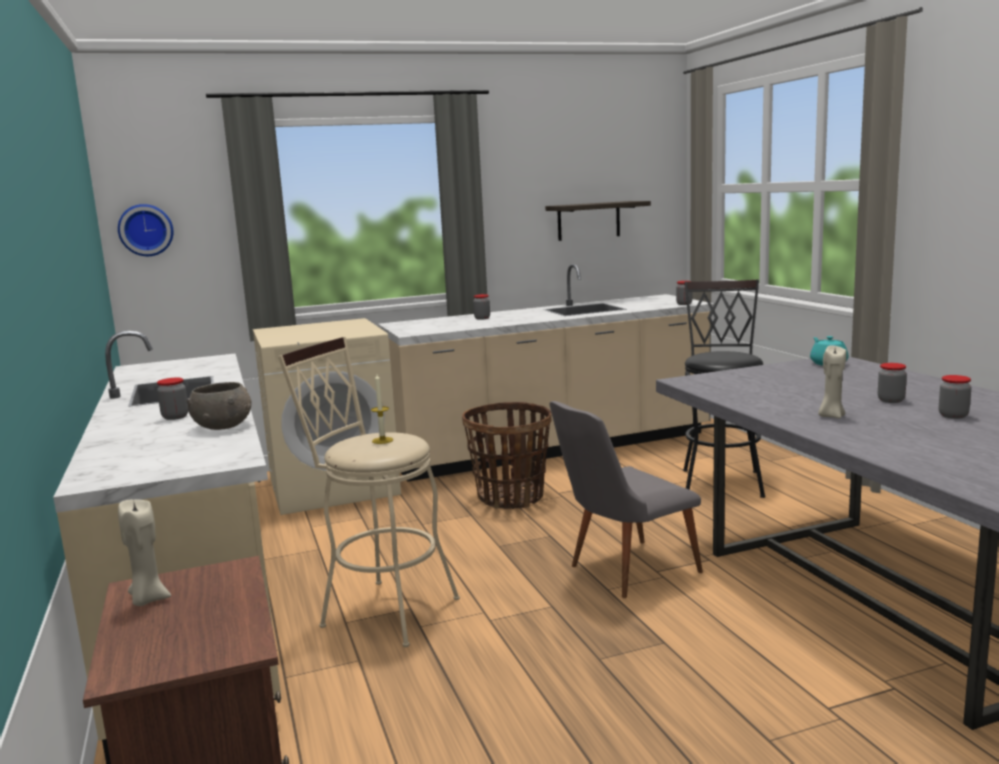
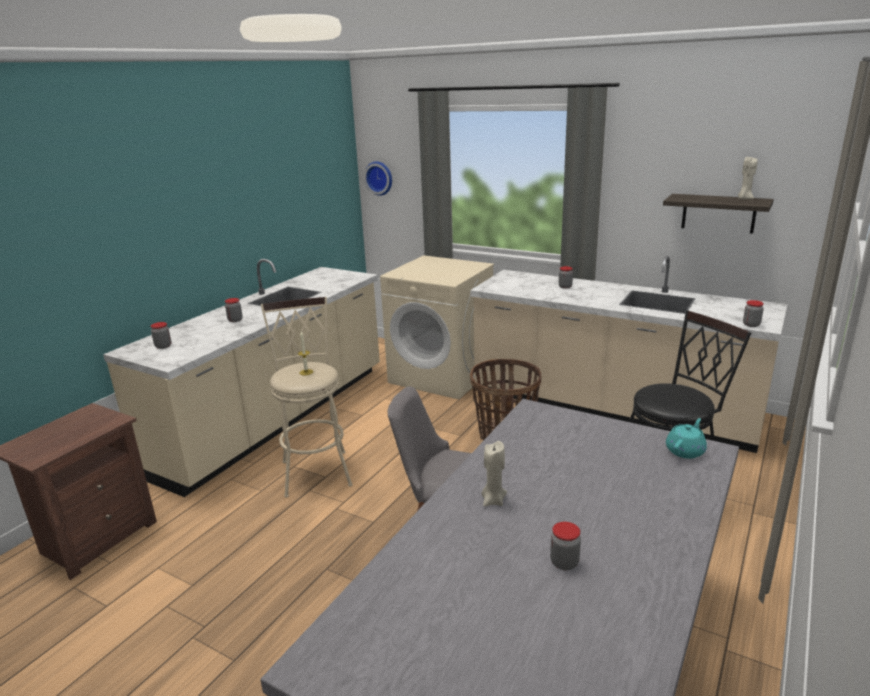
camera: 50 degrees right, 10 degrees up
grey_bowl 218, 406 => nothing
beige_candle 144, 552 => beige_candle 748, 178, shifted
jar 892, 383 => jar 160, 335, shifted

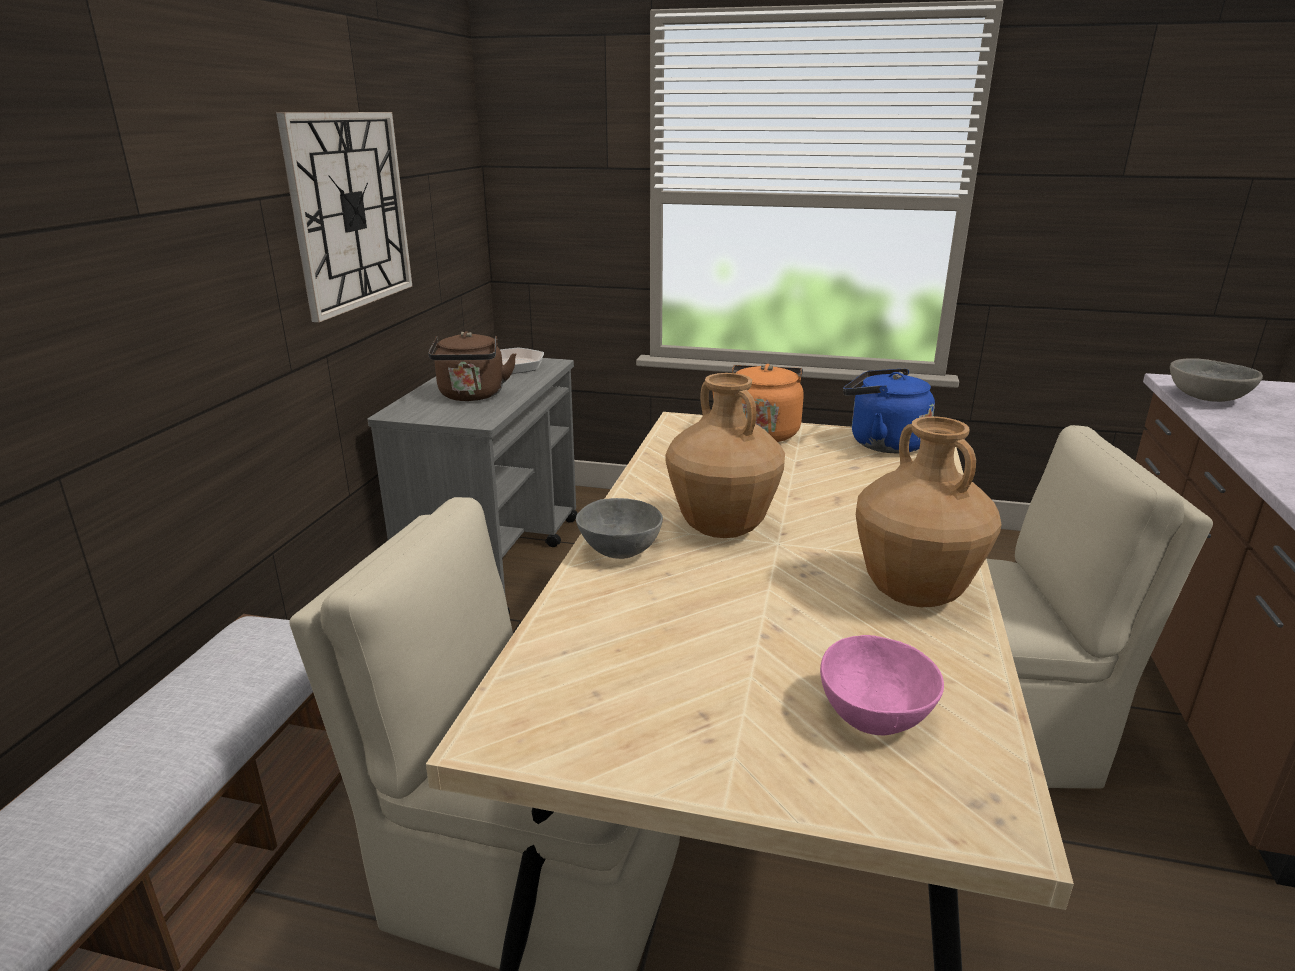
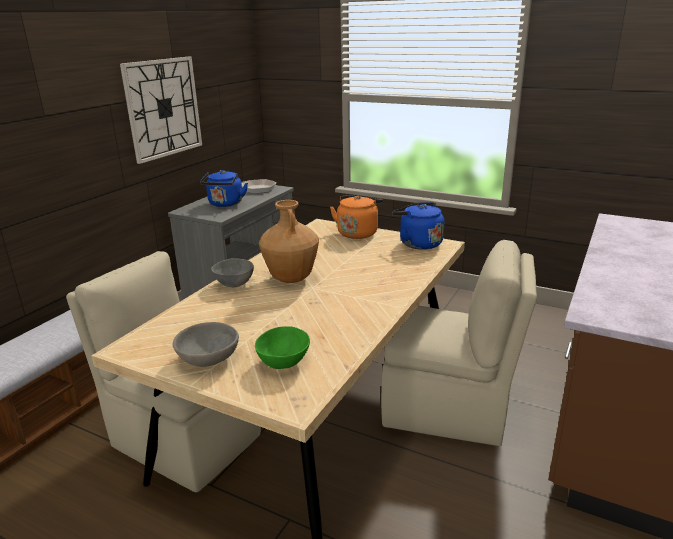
camera: 15 degrees right, 0 degrees up
brown_vase 929, 511 => nothing
grey_bowl 1216, 380 => grey_bowl 206, 344, shifted
brown_kettle 472, 366 => blue_kettle 224, 188
pink_bowl 882, 685 => green_bowl 282, 347

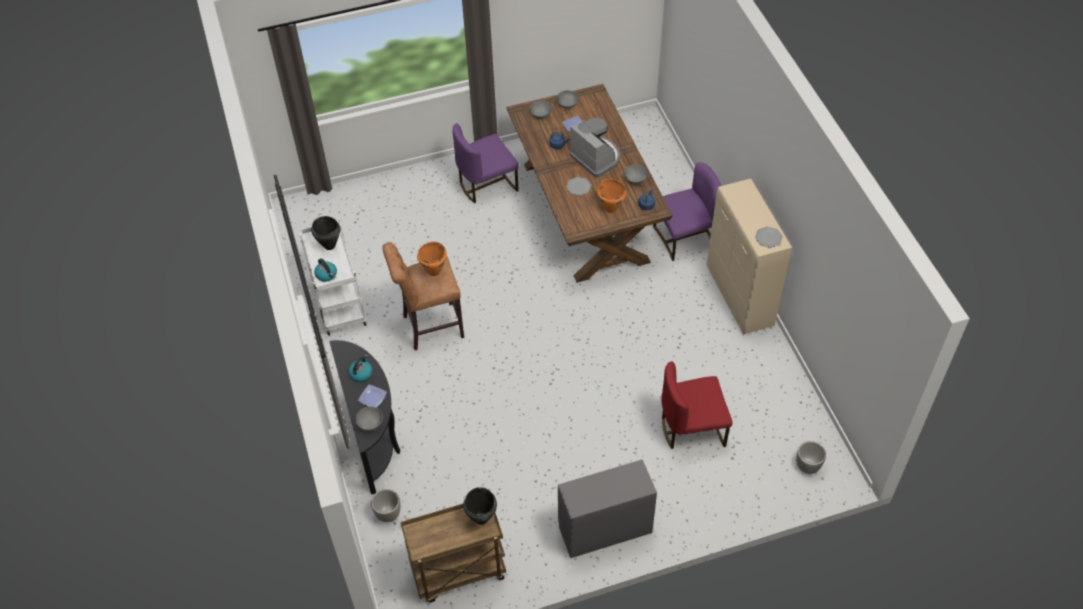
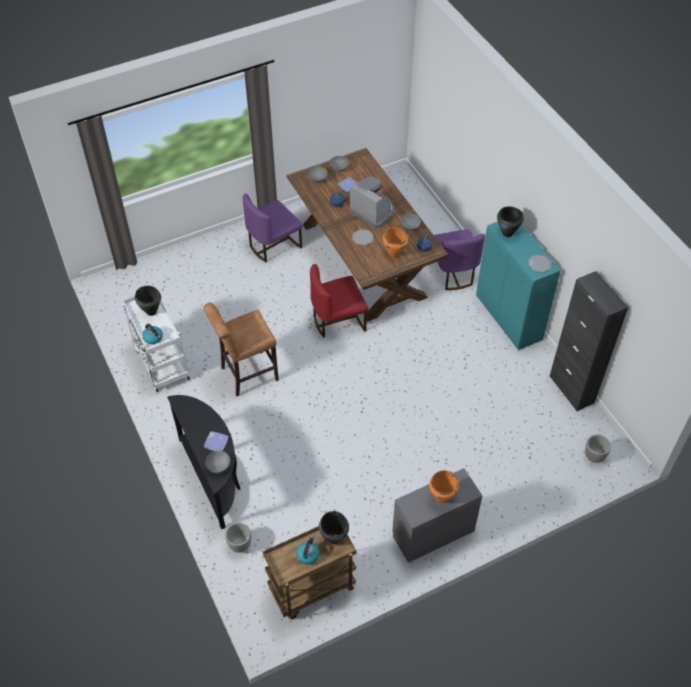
camera: 10 degrees left, 0 degrees up
nothing => black_cooking_pot 510, 221
nothing => black_cabinet 588, 341
kettle 360, 368 => kettle 308, 550, shifted
orange_cooking_pot 432, 259 => orange_cooking_pot 444, 486, shifted
red_chair 697, 405 => red_chair 339, 301, shifted
beige_cabinet 749, 256 => turquoise_cabinet 518, 285
purple_chair 687, 211 => purple_chair 459, 259, 105 degrees clockwise

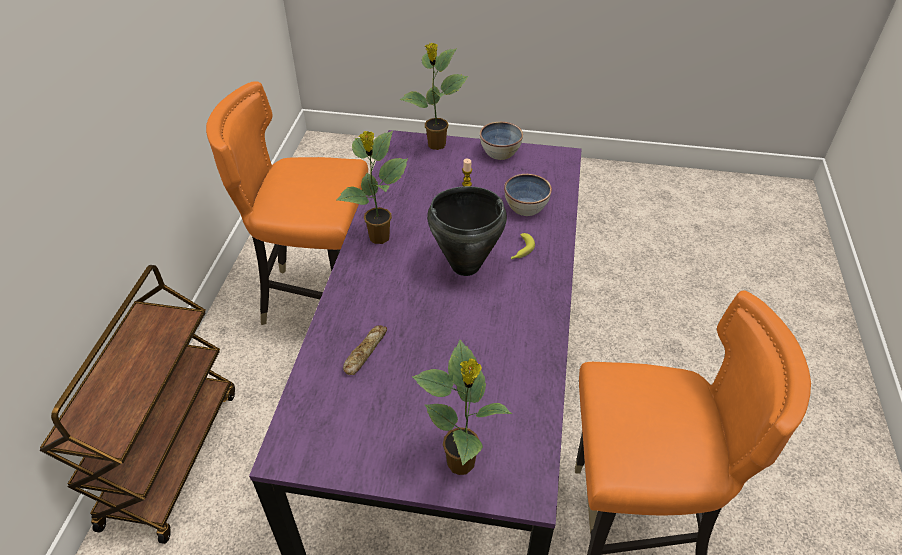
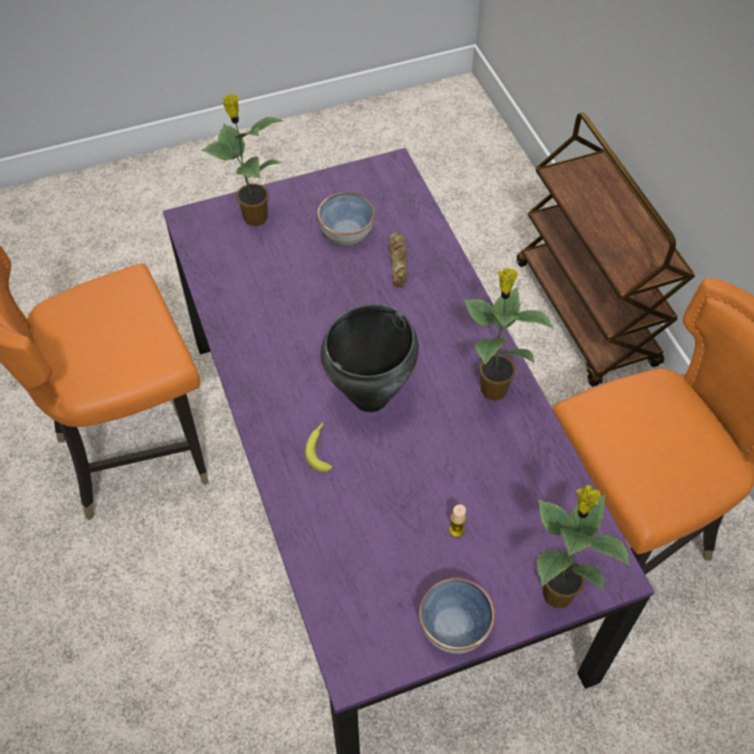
camera: 150 degrees right, 10 degrees up
bowl 528, 195 => bowl 346, 219, shifted

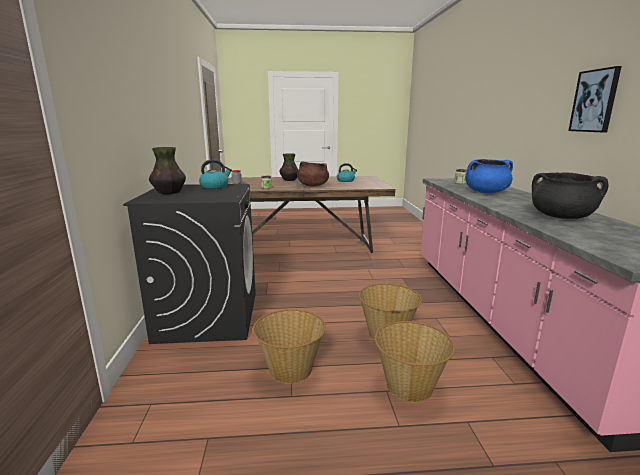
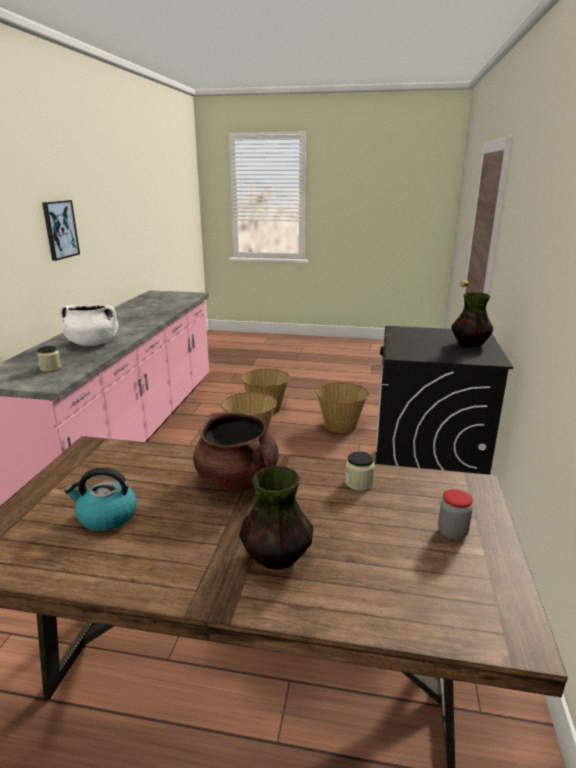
camera: 165 degrees left, 5 degrees up
kettle 215, 174 => nothing
black_cooking_pot 570, 195 => nothing
blue_cooking_pot 489, 176 => white_cooking_pot 89, 325

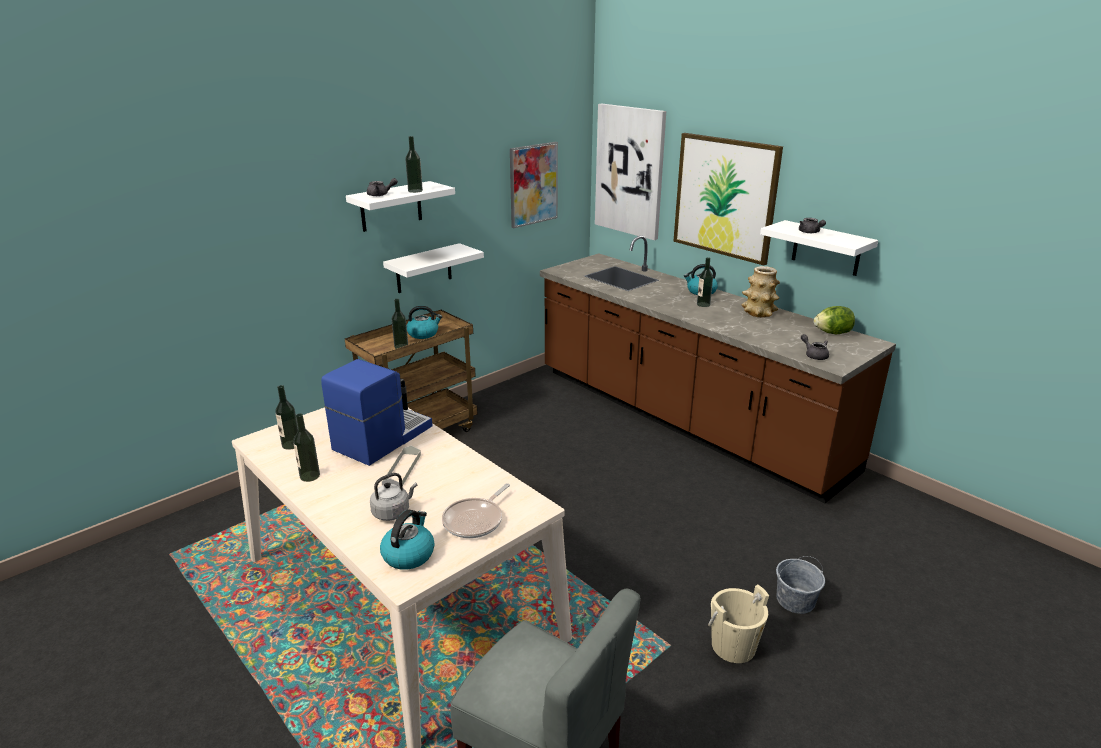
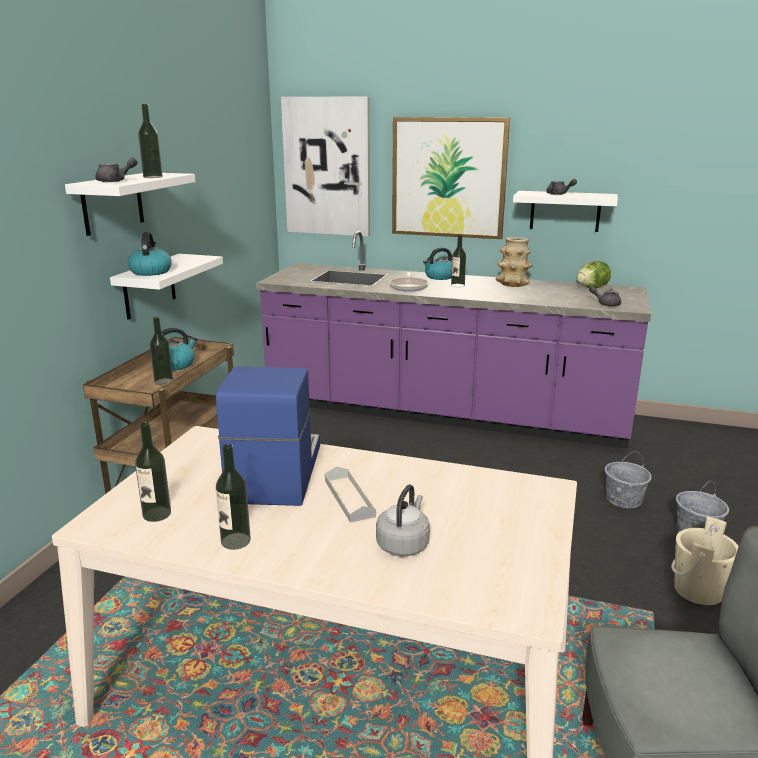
camera: 30 degrees left, 5 degrees down
picture 534, 185 => nothing
nothing => grey_bucket 628, 480
kettle 407, 540 => kettle 150, 254, shifted
frying_pan 476, 510 => frying_pan 409, 282, shifted
brown_counter 718, 369 => purple_counter 453, 340

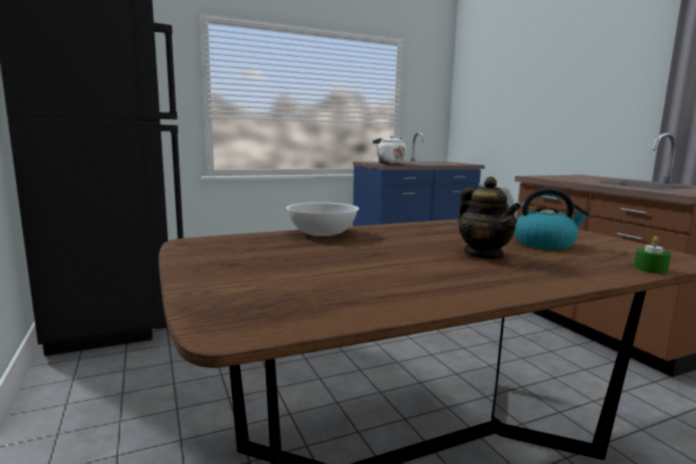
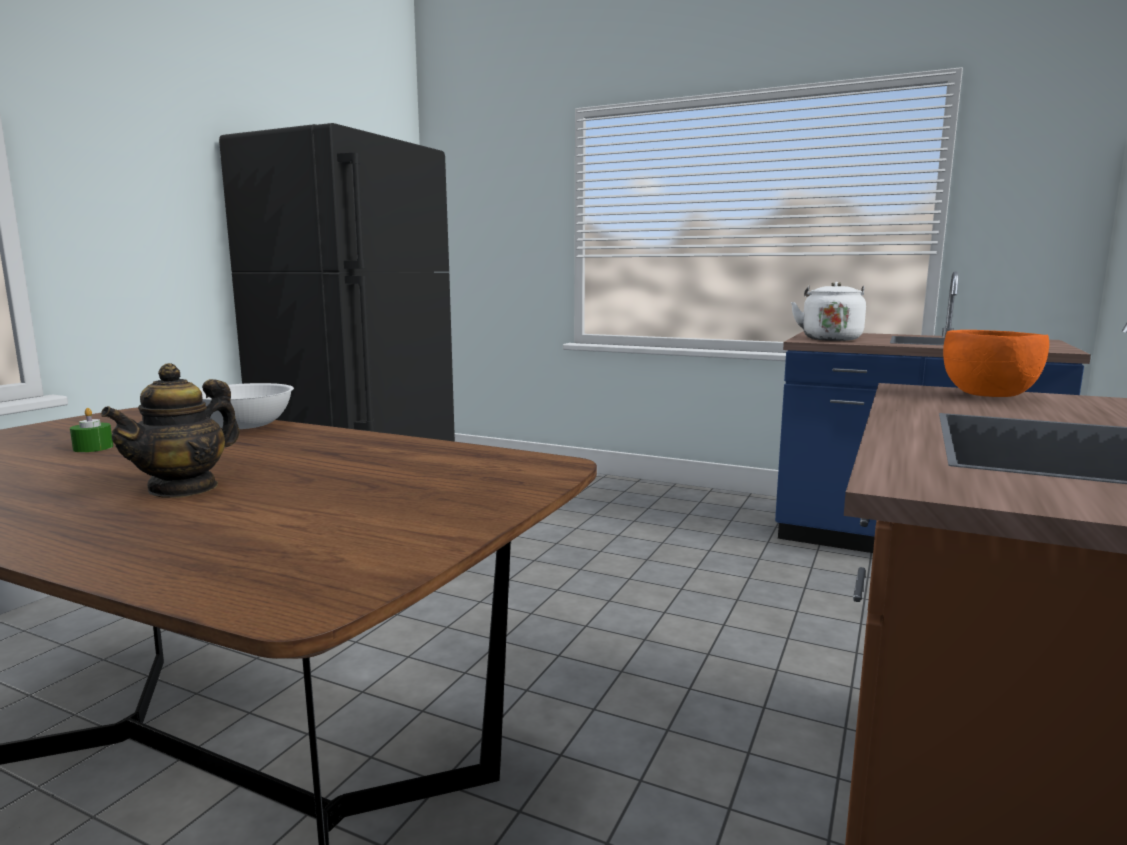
camera: 50 degrees right, 0 degrees up
kettle 551, 219 => nothing
nothing => orange_bowl 996, 363
green_candle 652, 255 => green_candle 91, 430, shifted

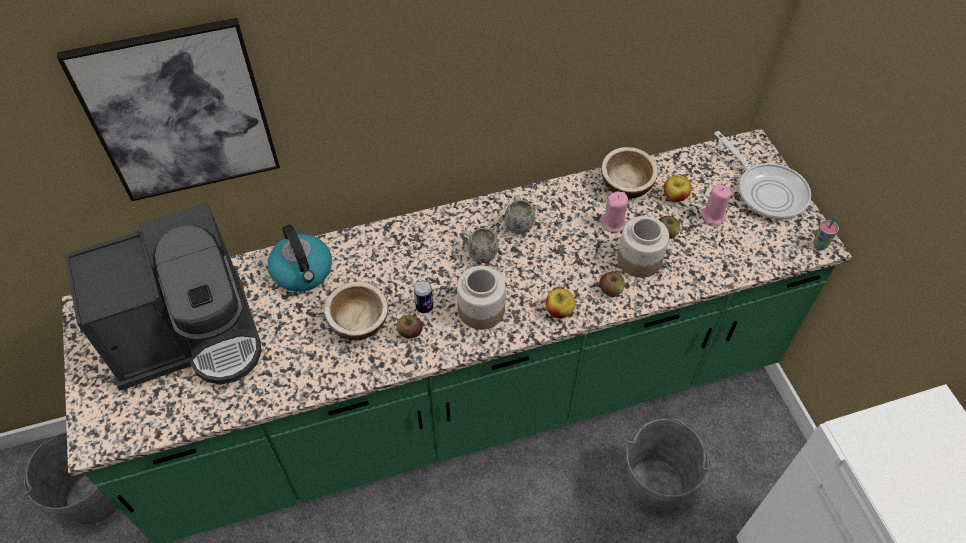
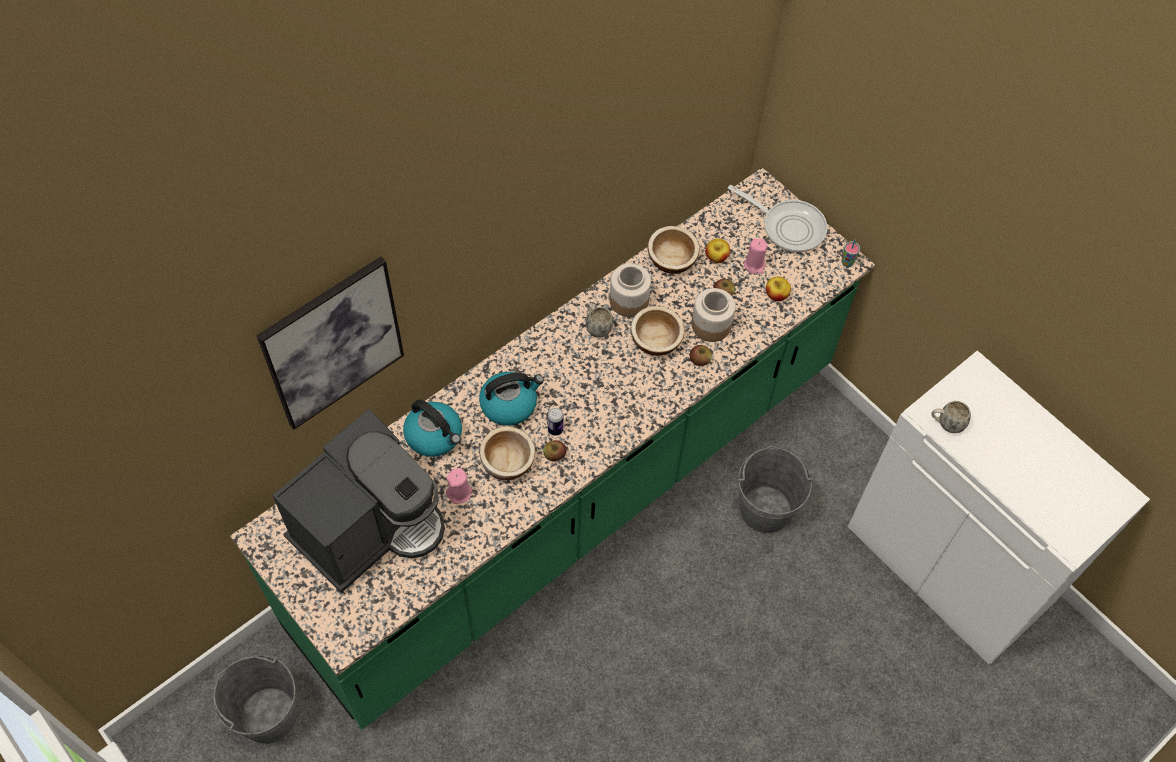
camera: 25 degrees left, 5 degrees up
nothing => kettle 511, 399
nothing => bowl 657, 331
jar 481, 298 => jar 630, 290, shifted
white_mug 480, 245 => white_mug 951, 417, shifted
apple 561, 303 => apple 778, 288, shifted
pink_candle 614, 211 => pink_candle 459, 486, shifted

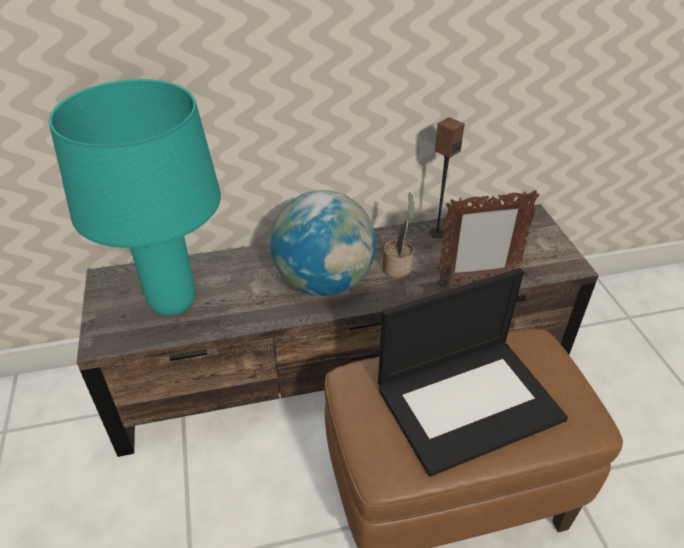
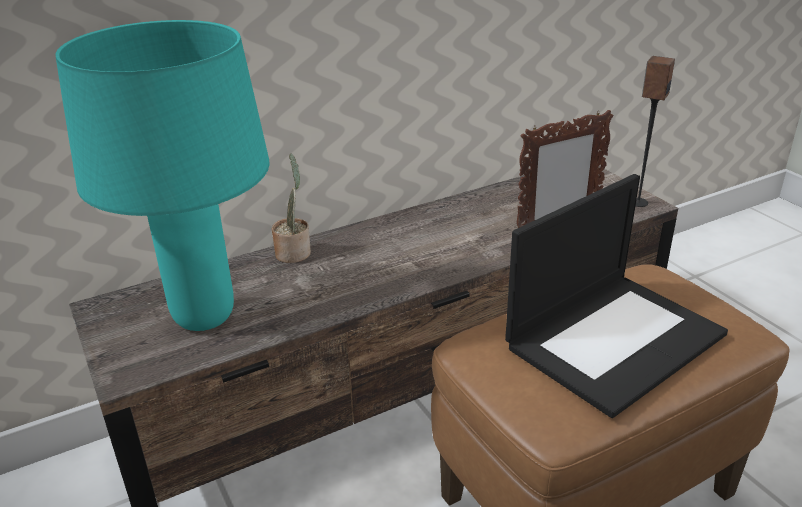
camera: 15 degrees left, 10 degrees down
globe 323, 243 => nothing
potted_plant 398, 235 => potted_plant 291, 208, shifted
speaker 446, 177 => speaker 655, 131, shifted

